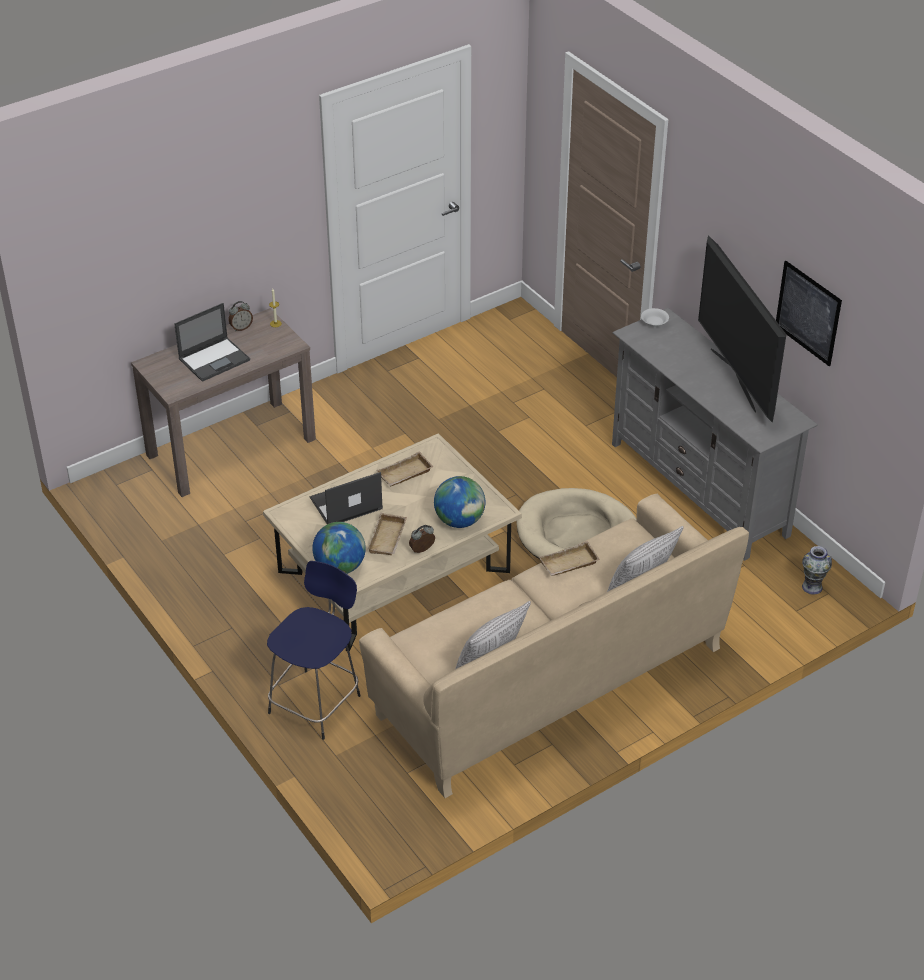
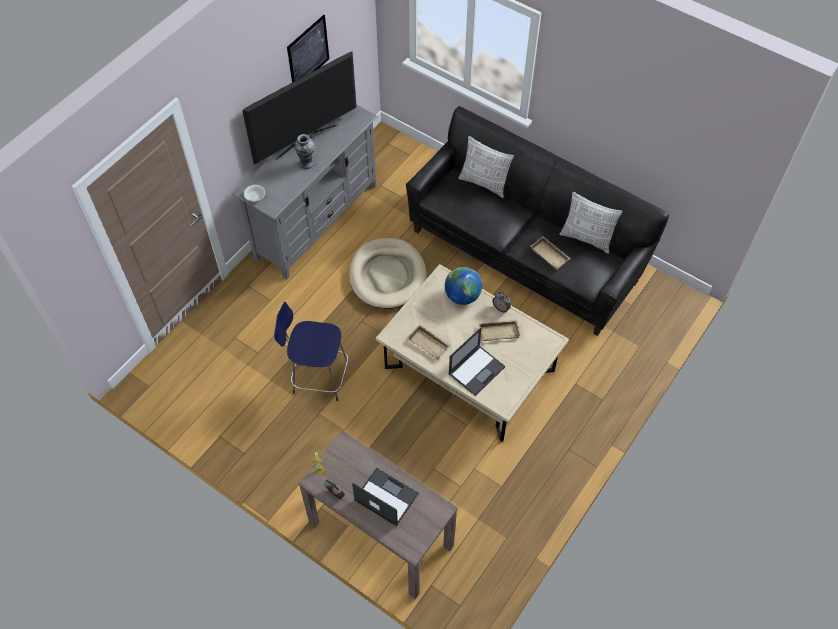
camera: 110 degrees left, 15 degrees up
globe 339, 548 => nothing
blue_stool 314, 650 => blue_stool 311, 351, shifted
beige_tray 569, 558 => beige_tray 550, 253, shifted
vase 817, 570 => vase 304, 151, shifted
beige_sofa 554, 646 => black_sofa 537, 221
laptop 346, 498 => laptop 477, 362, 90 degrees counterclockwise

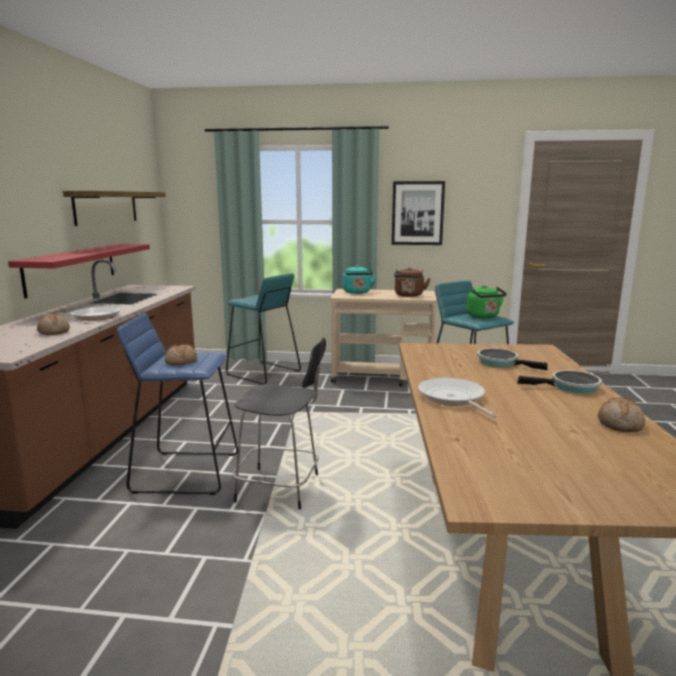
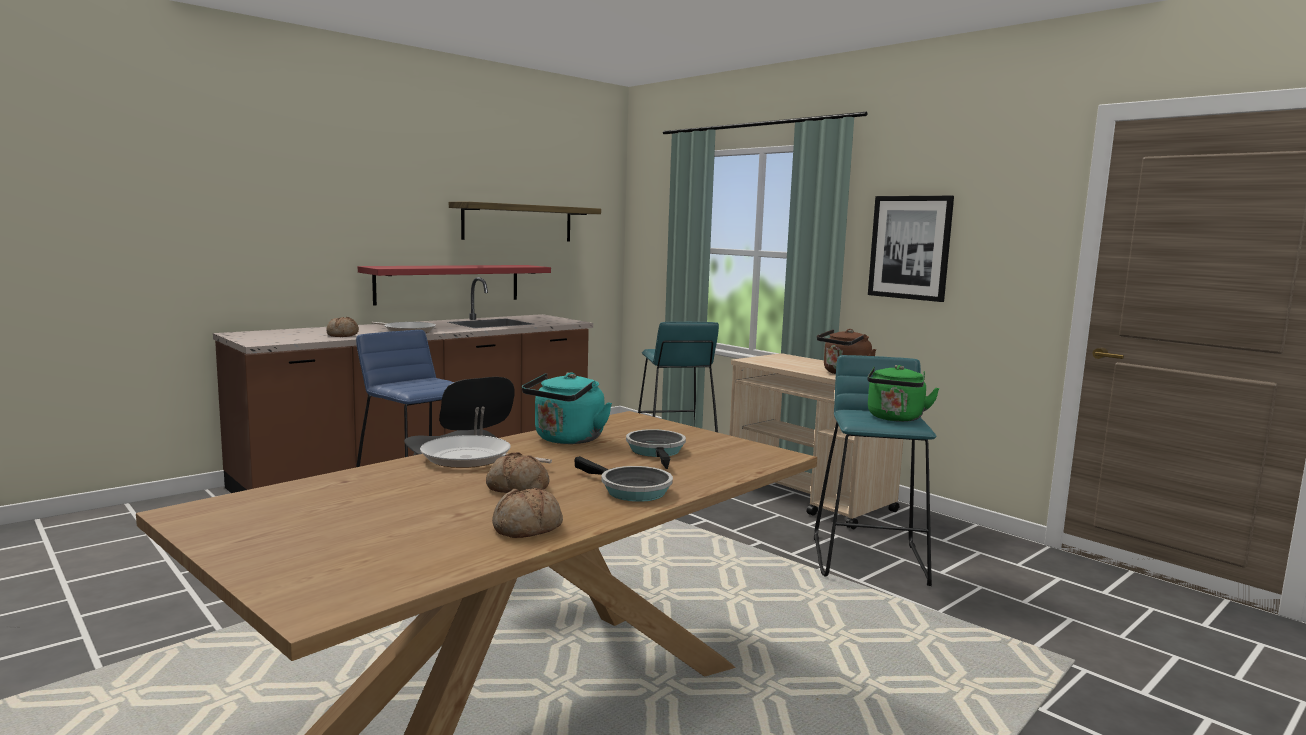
camera: 40 degrees right, 5 degrees down
bread 181, 354 => bread 517, 472, shifted
turquoise_kettle 360, 279 => turquoise_kettle 567, 408, shifted
frying_pan 457, 397 => frying_pan 486, 451, 90 degrees counterclockwise

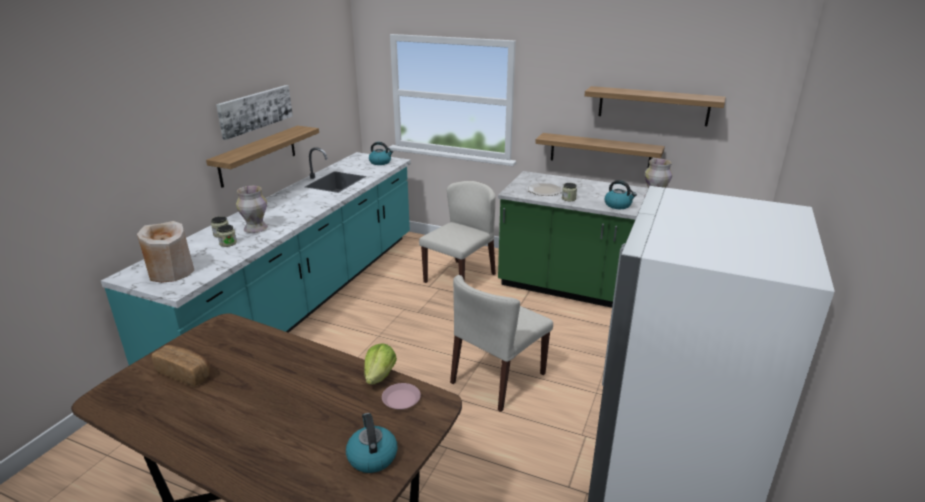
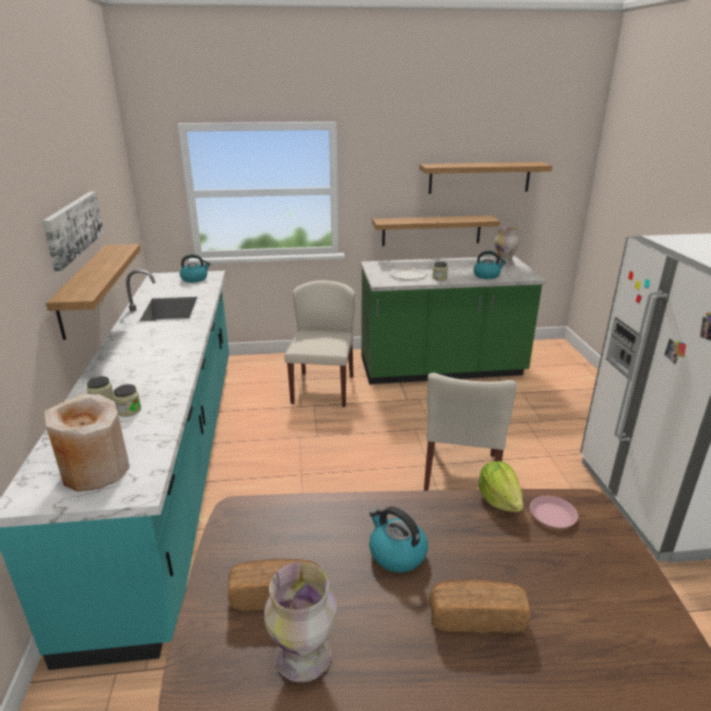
camera: 30 degrees left, 0 degrees up
nothing => bread 479, 606
vase 252, 209 => vase 300, 622, shifted
kettle 372, 443 => kettle 398, 539, shifted

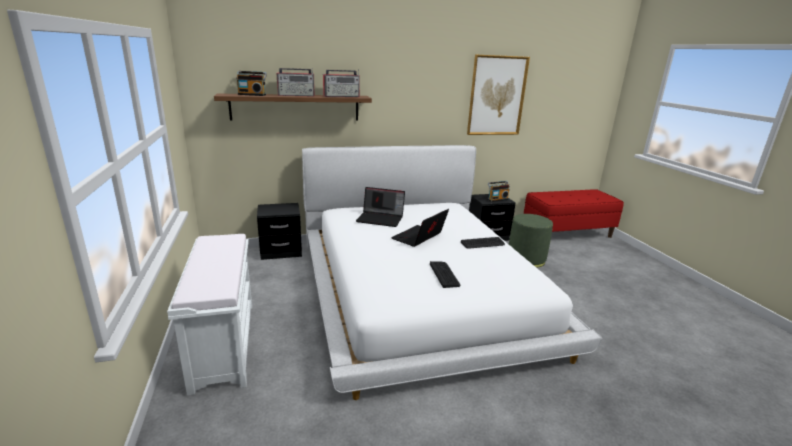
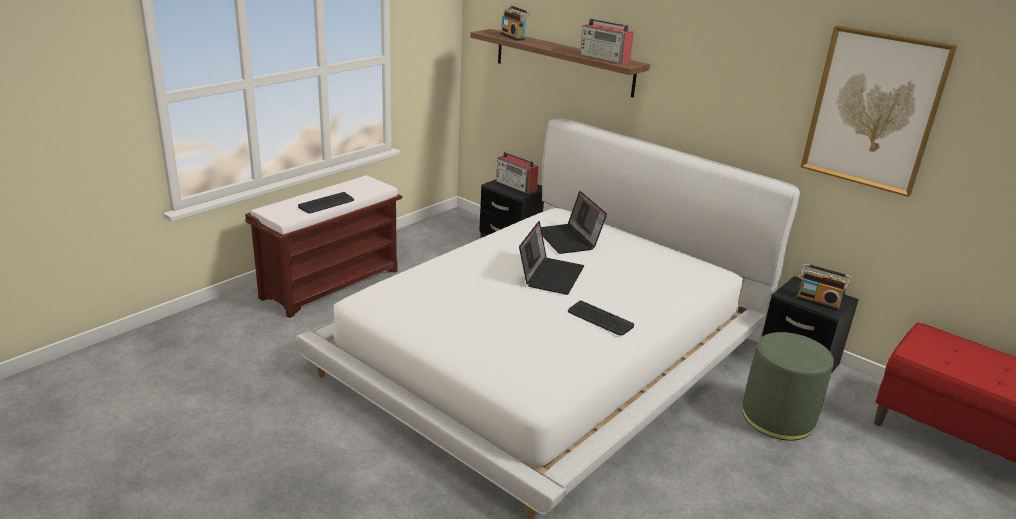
camera: 55 degrees right, 5 degrees up
radio 296, 82 => radio 517, 173, shifted
keyboard 445, 274 => keyboard 326, 202, shifted
white_bench 209, 315 => brown_bench 323, 246
laptop 420, 228 => laptop 551, 258, 105 degrees clockwise

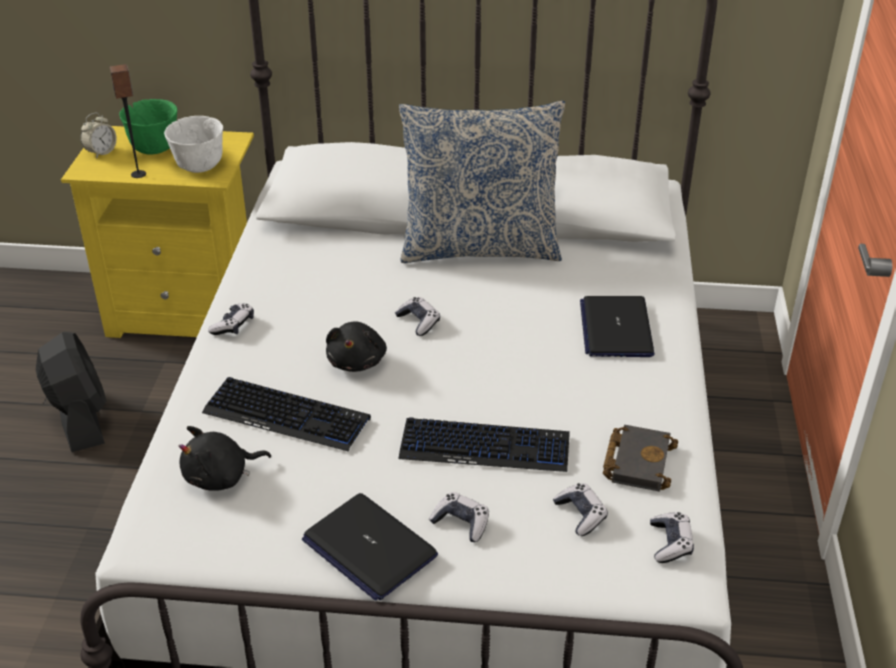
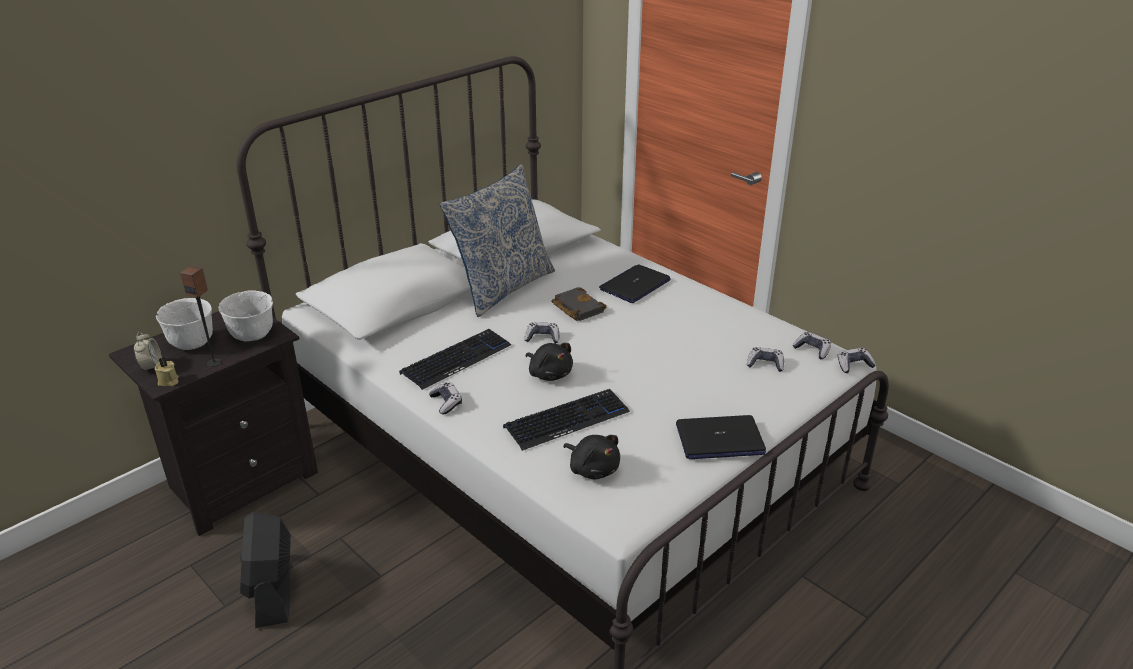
camera: 50 degrees left, 5 degrees down
nothing => beige_candle 167, 371
keyboard 484, 444 => keyboard 455, 359, shifted
game_controller 459, 517 => game_controller 856, 360, shifted
black_book 640, 458 => black_book 579, 304, shifted
yellow_nightstand 157, 232 => black_nightstand 213, 423
green_bowl 148, 127 => white_bowl 184, 324
black_fan 71, 392 => black_fan 265, 570, 120 degrees counterclockwise
black_plush_toy 225, 458 => black_plush_toy 591, 457, 60 degrees counterclockwise
laptop 617, 326 => laptop 635, 283, 90 degrees clockwise

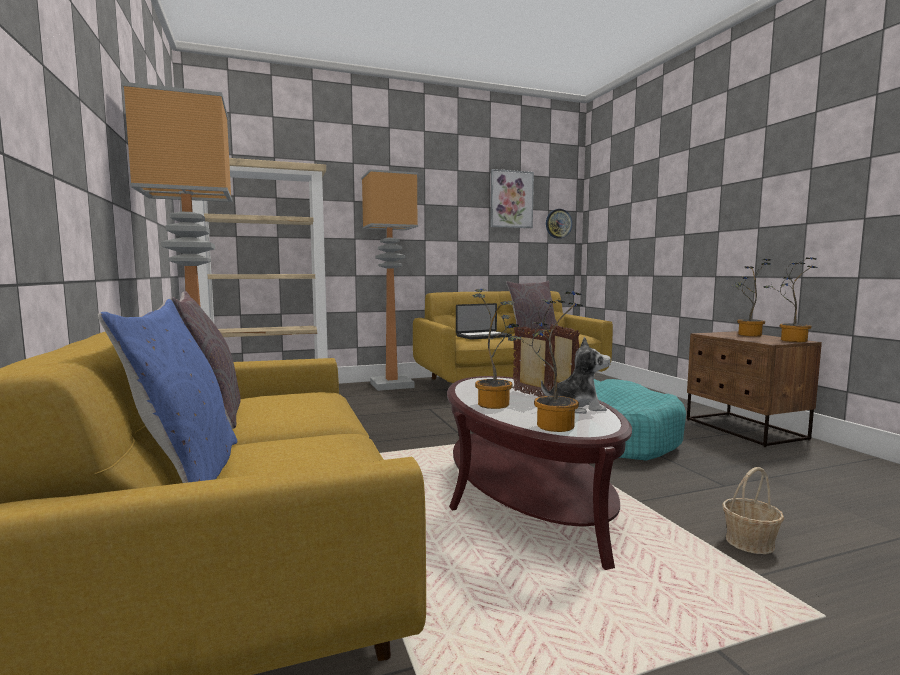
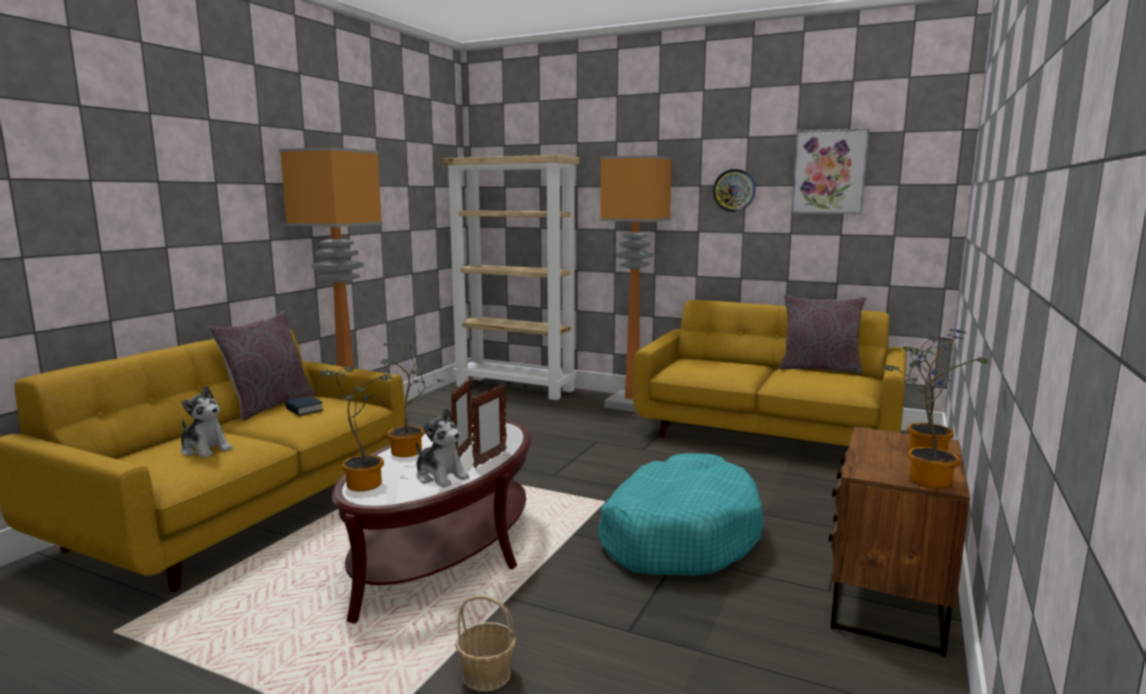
camera: 45 degrees right, 5 degrees up
blue_pillow 167, 391 => nothing
laptop 484, 321 => nothing
nothing => plush_toy 207, 422
nothing => book 304, 406
wall_clock 559, 224 => wall_clock 734, 190, shifted

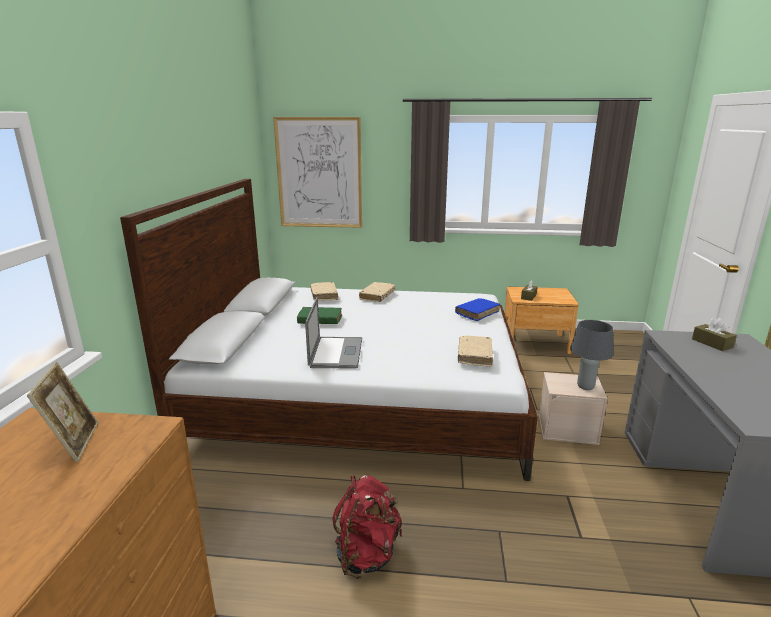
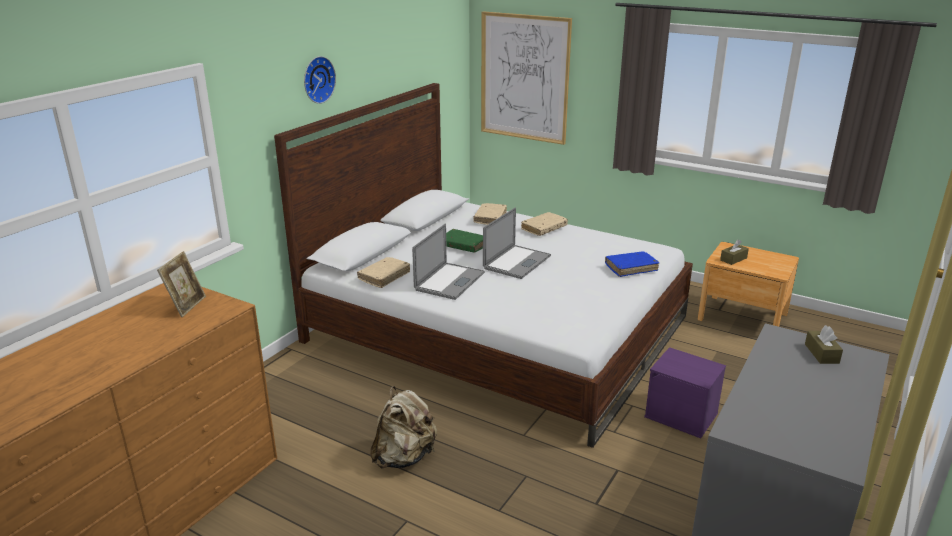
camera: 25 degrees right, 5 degrees up
grey_table_lamp 591, 355 => nothing
nothing => wall_clock 320, 80
nothing => laptop 517, 243
beige_book 475, 351 => beige_book 383, 272, shifted
red_backpack 367, 527 => beige_backpack 403, 427
beige_storage_box 573, 408 => purple_storage_box 685, 392

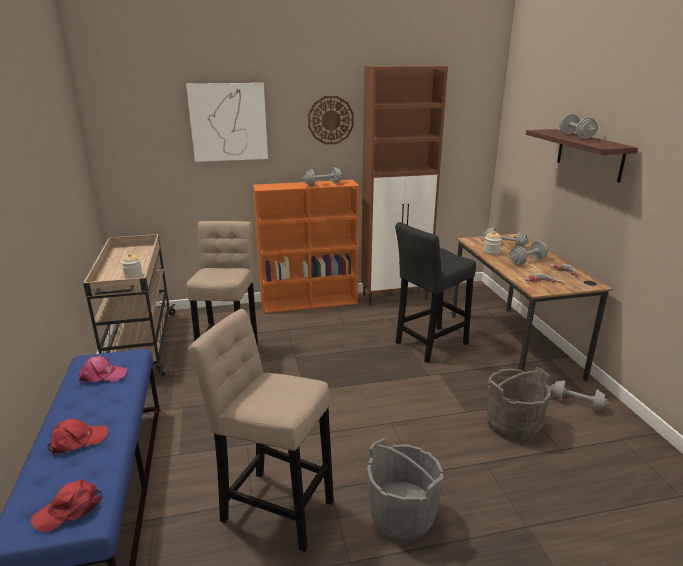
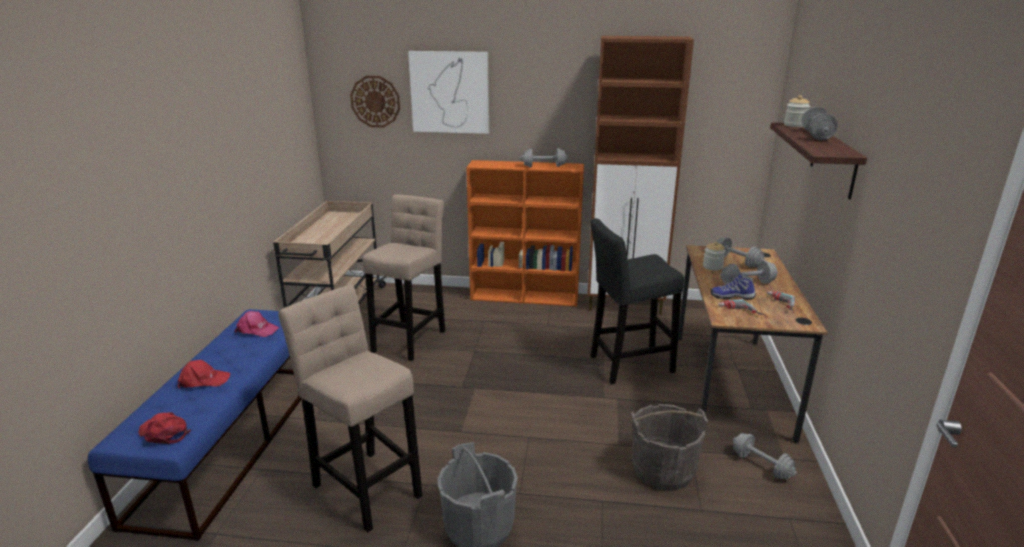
camera: 20 degrees right, 0 degrees up
nothing => shoe 733, 286
jar 131, 266 => jar 797, 111, shifted
wall_clock 331, 120 => wall_clock 375, 102, shifted
red_cap 66, 506 => red_cap 164, 428, 45 degrees clockwise

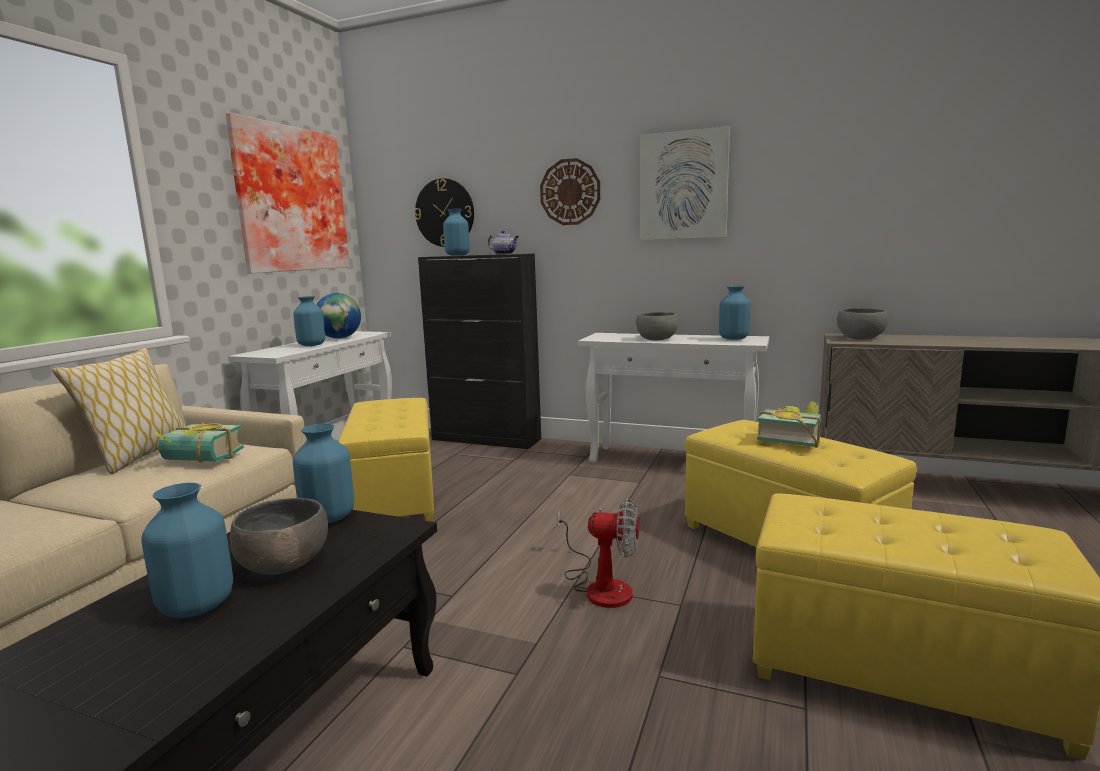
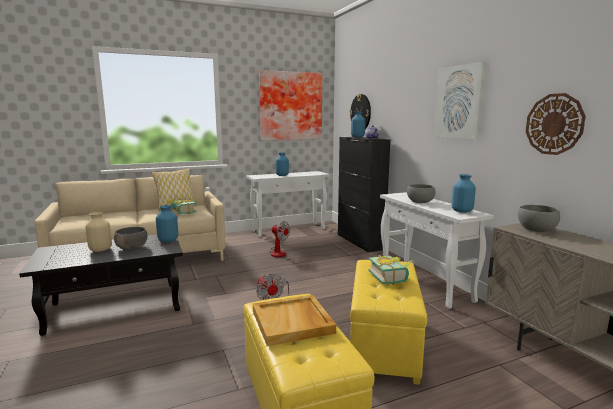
camera: 45 degrees right, 0 degrees up
globe 338, 316 => nothing
nothing => beige_tray 294, 320
wall_clock 570, 191 => wall_clock 556, 124, shifted
yellow_ottoman 386, 459 => fan 279, 239
blue_vase 187, 550 => beige_vase 98, 232

